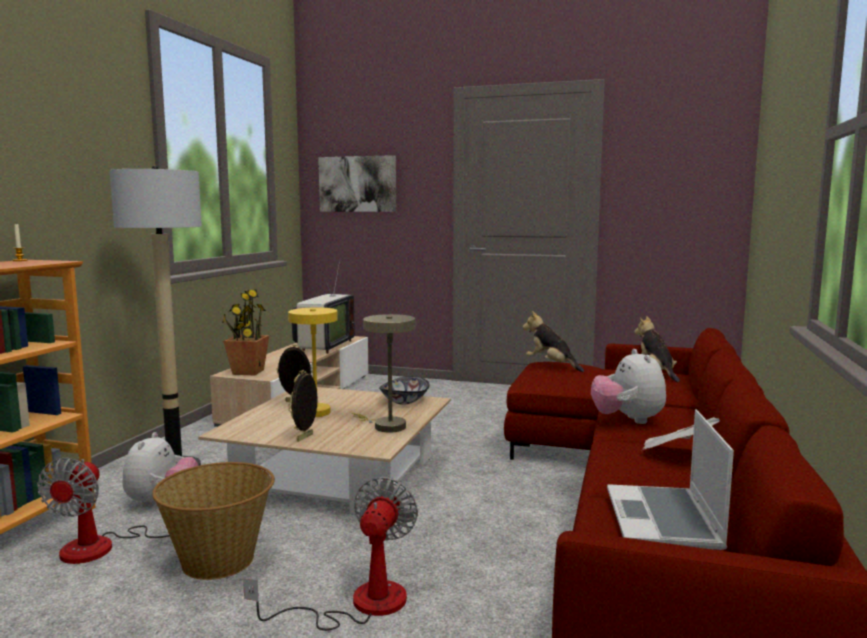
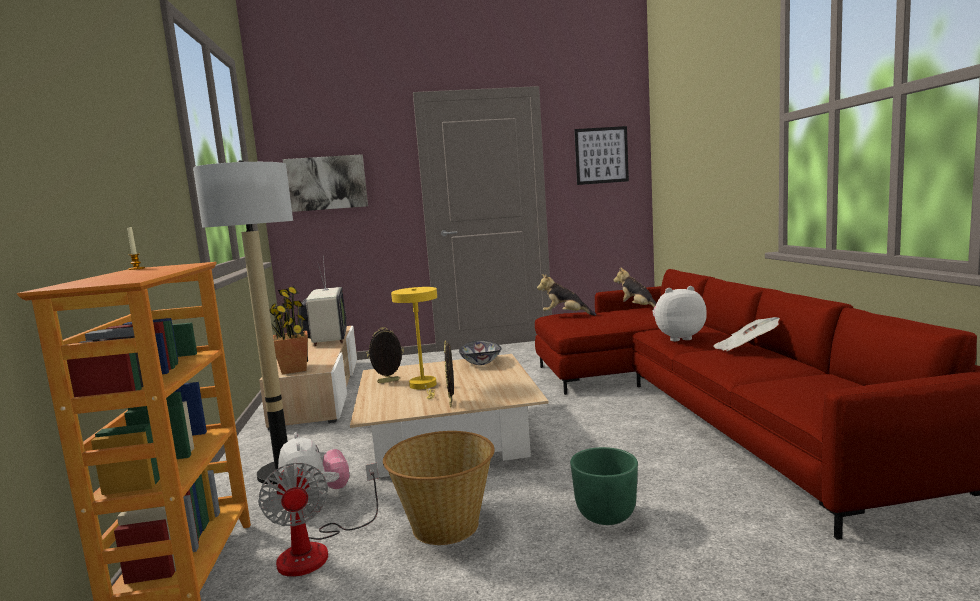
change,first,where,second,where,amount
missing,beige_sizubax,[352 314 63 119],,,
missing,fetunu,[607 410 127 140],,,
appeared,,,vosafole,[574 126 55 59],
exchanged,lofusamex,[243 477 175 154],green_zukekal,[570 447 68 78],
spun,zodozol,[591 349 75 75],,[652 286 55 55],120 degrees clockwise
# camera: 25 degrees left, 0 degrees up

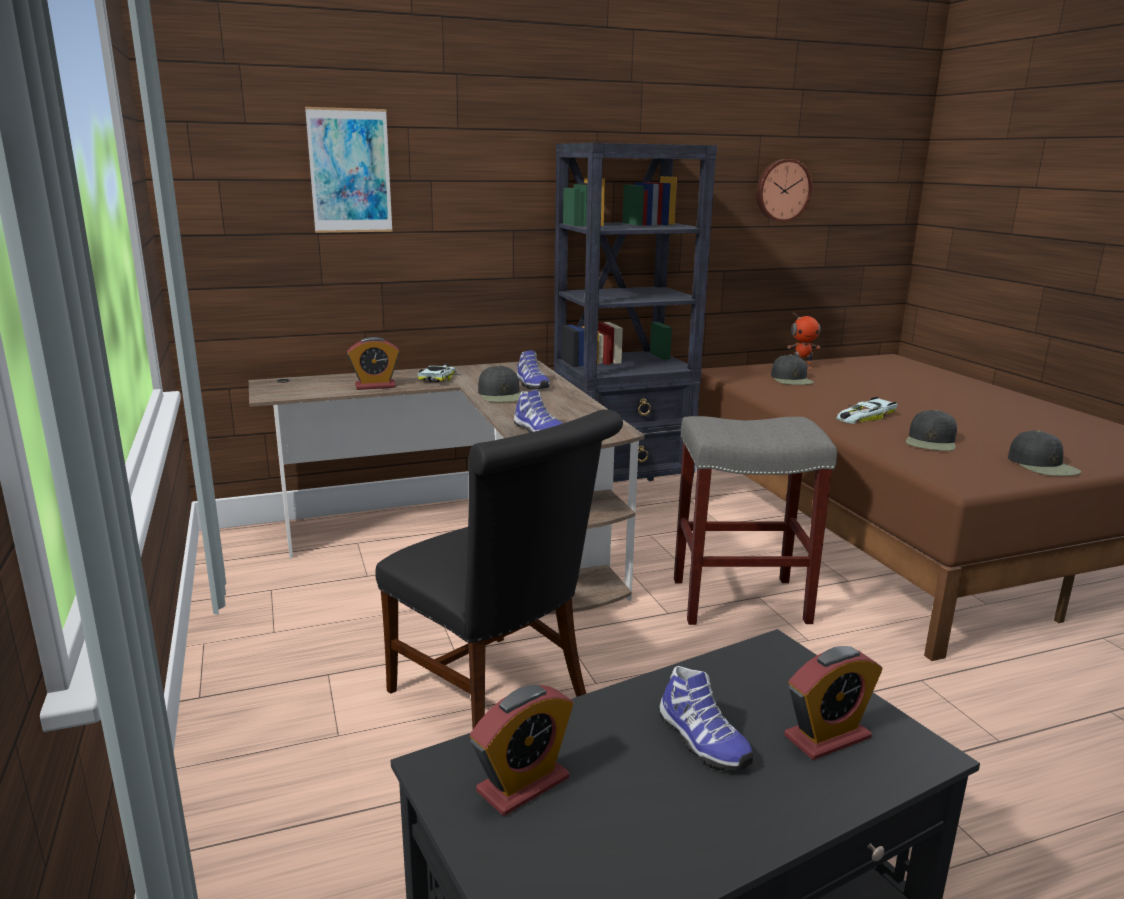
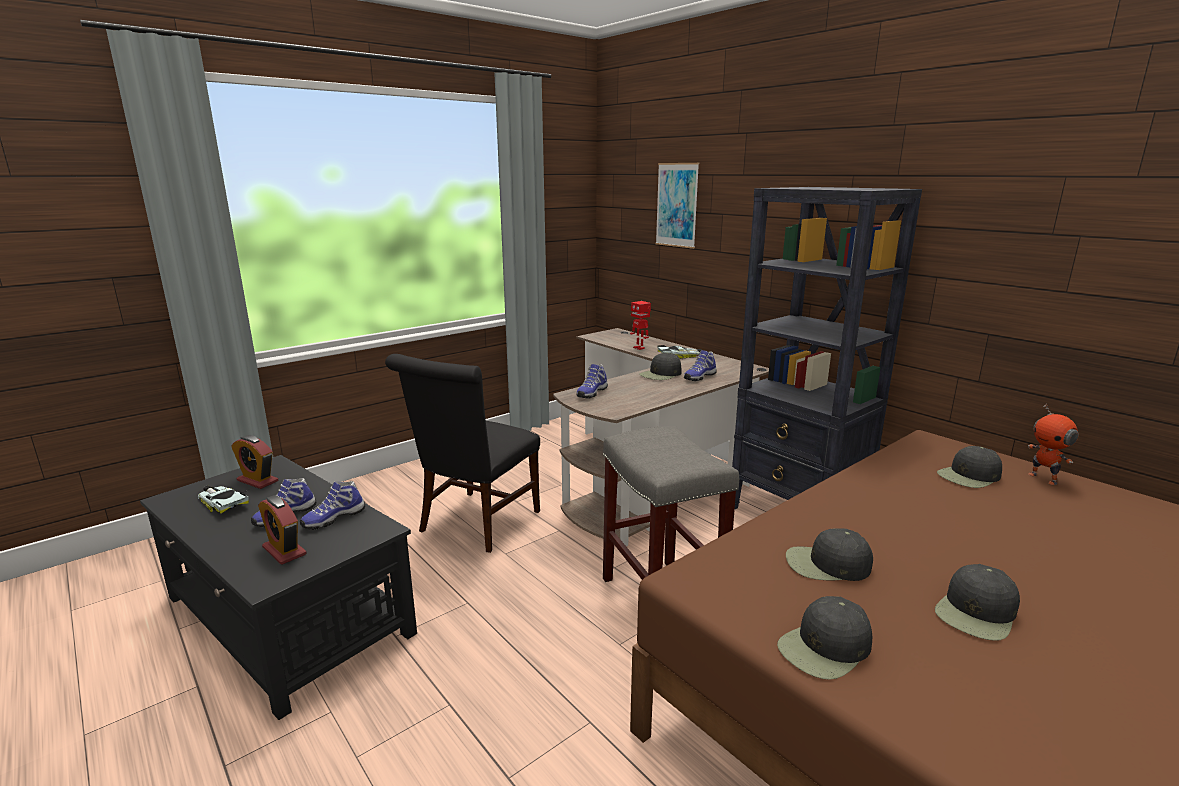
change,first,where,second,where,amount
missing,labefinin,[756 159 56 63],,,
appeared,,,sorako,[300 481 65 49],
appeared,,,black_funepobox,[935 564 85 77],
relocated,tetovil,[836 397 62 27],,[198 485 52 29],
exchanged,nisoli,[347 337 53 53],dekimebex,[630 301 21 49],
# camera: 70 degrees right, 0 degrees up

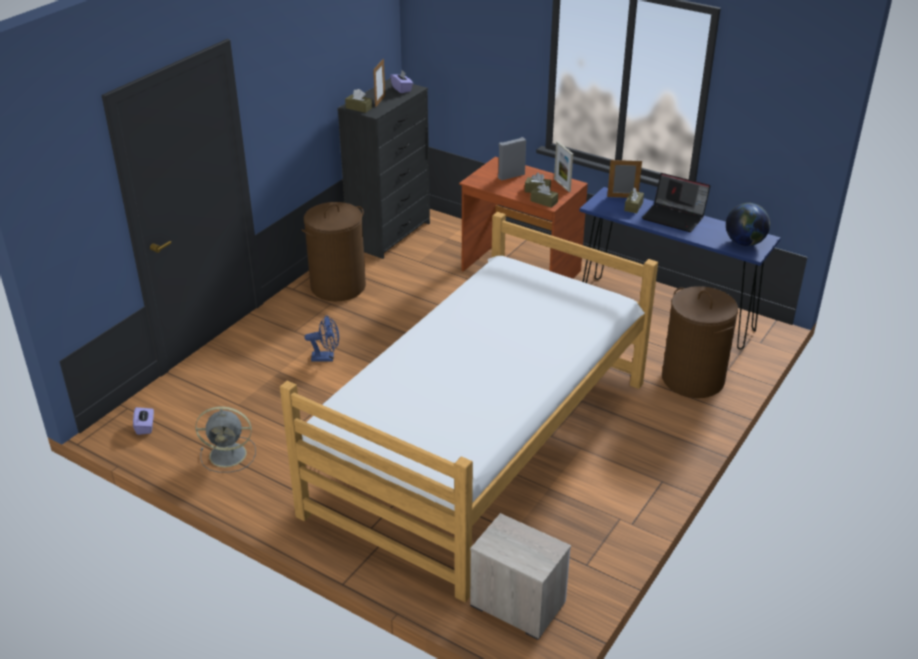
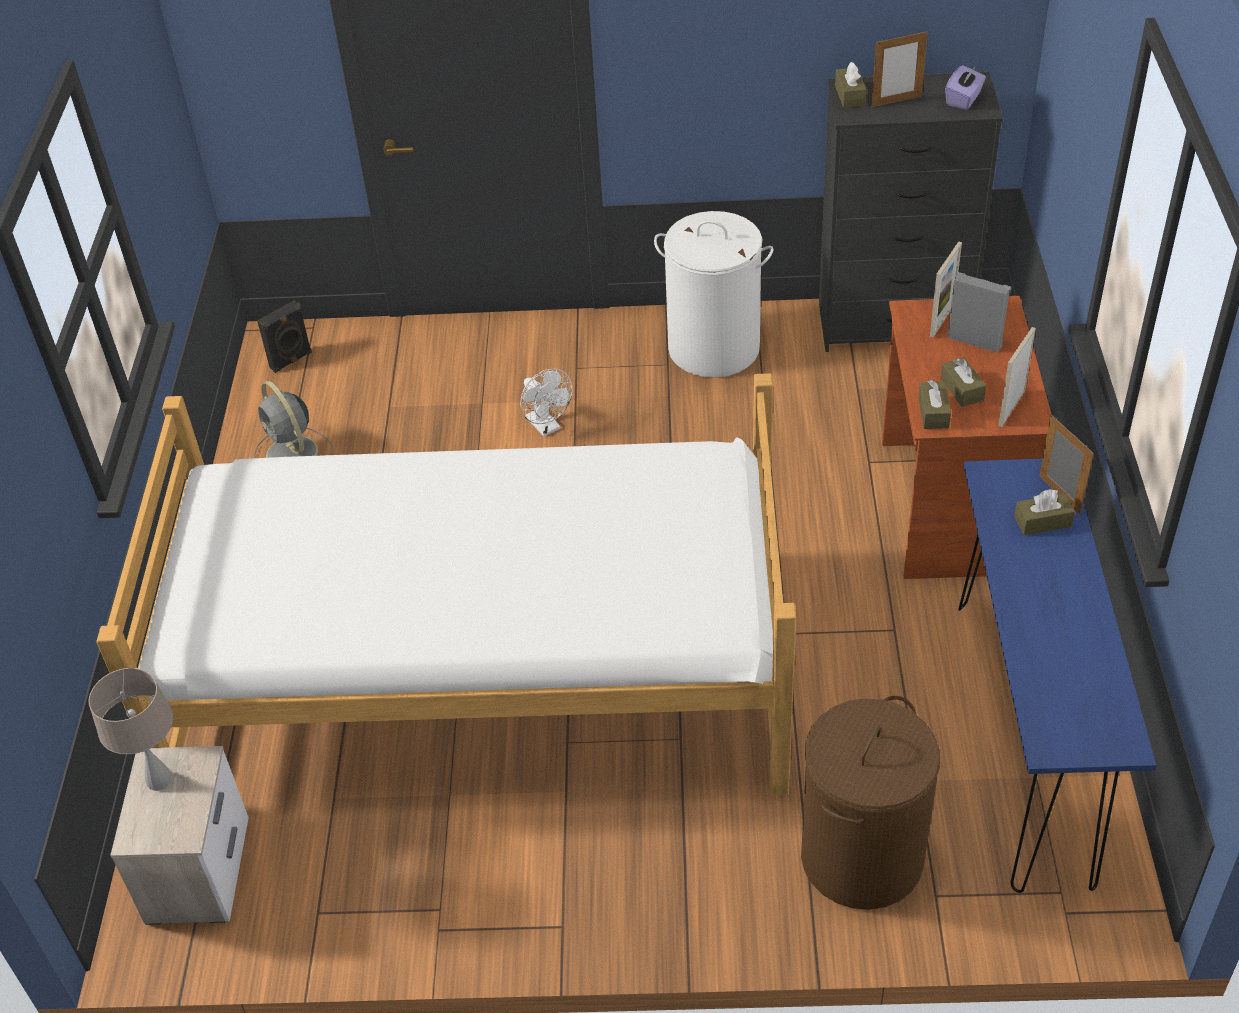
change,first,where,second,where,amount
missing,fetunu,[642 173 68 59],,,
missing,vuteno,[726 203 44 43],,,
appeared,,,beige_sizubax,[88 668 85 123],
appeared,,,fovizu,[930 241 32 96],
exchanged,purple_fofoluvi,[133 407 21 28],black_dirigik,[257 301 55 72],
colour,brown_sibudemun,[301 202 65 99],white_sibudemun,[654 211 120 167],
colour,blue_lofusamex,[304 315 35 47],white_lofusamex,[520 369 52 67],
# camera: 60 degrees right, 10 degrees up

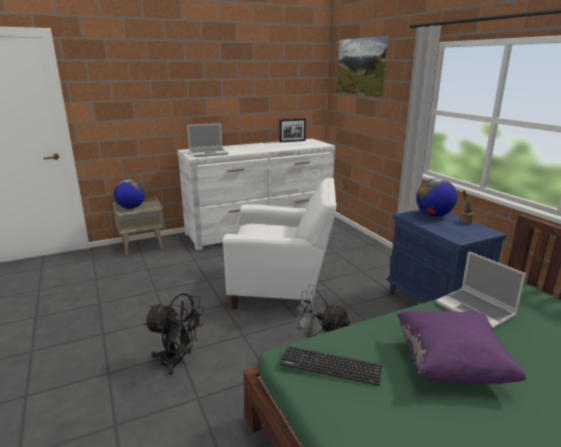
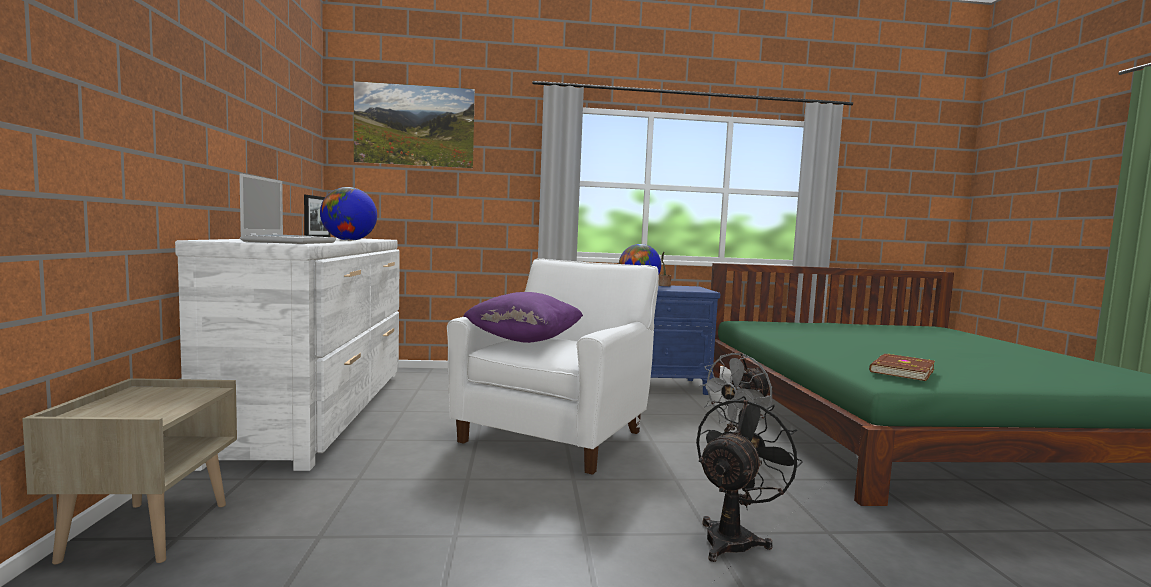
change,first,where,second,where,amount
missing,fetunu,[436 251 90 78],,,
relocated,vuteno,[114 179 31 30],,[320 187 57 54],
relocated,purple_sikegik,[397 311 129 73],,[463 292 120 51],
exchanged,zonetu,[279 346 103 40],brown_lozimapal,[869 354 66 27],
# camera: 70 degrees left, 15 degrees down

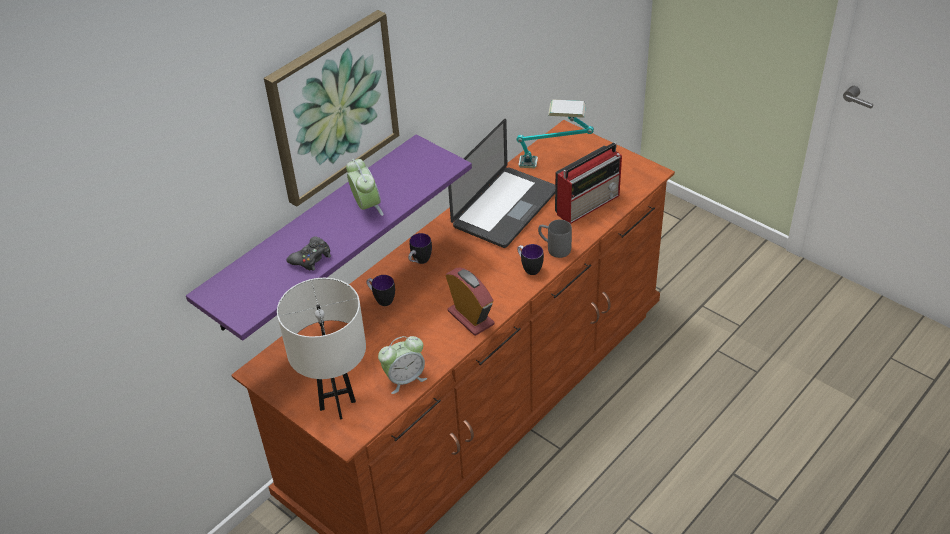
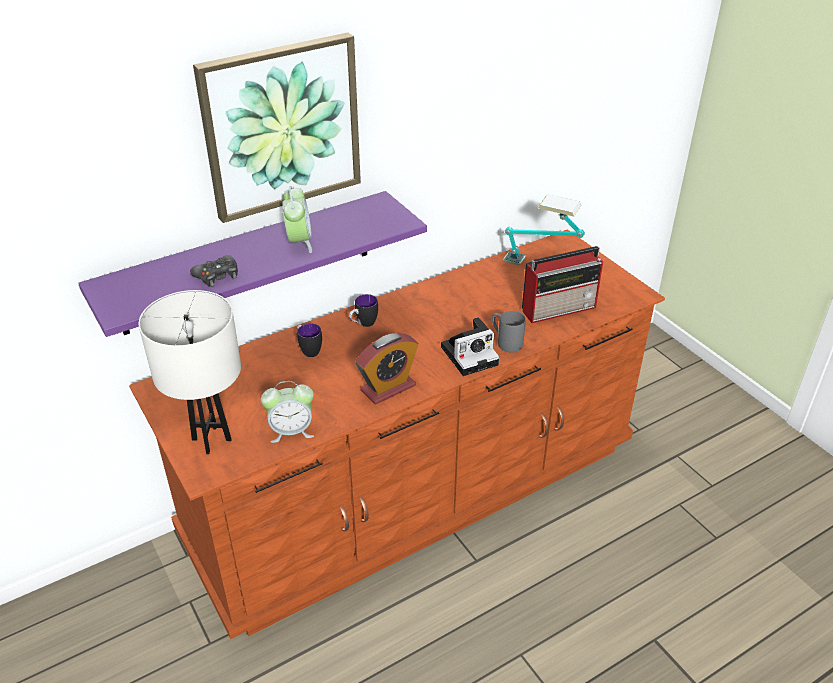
change,first,where,second,where,amount
missing,fetunu,[448 119 107 129],,,
exchanged,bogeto,[517 244 27 31],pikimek,[441 317 58 59],
spun,nisoli,[445 267 49 69],,[356 333 63 72],75 degrees clockwise
# camera: 15 degrees right, 5 degrees down

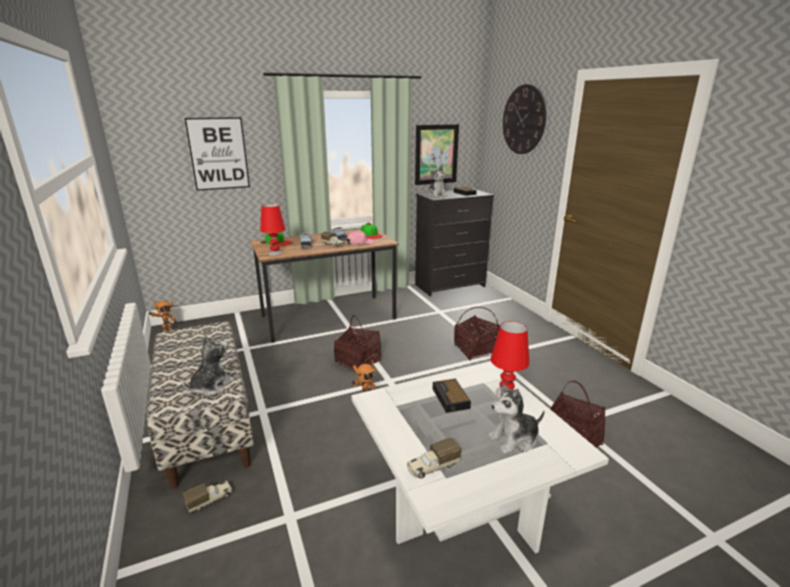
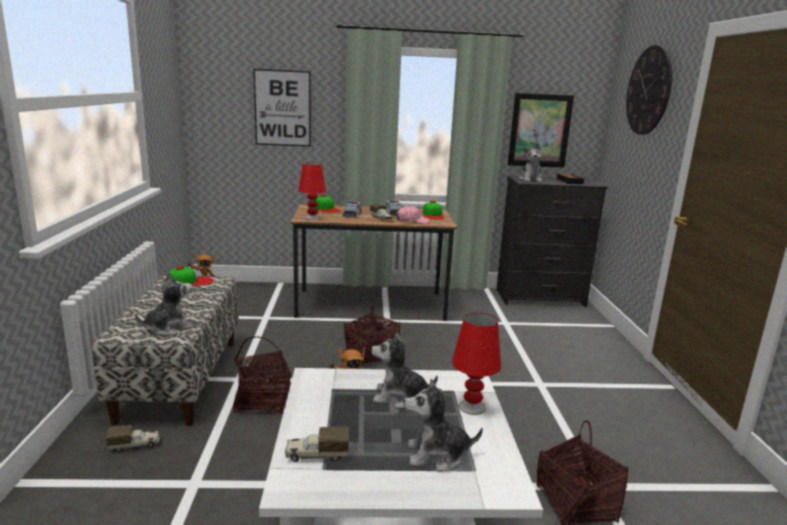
change,first,where,second,where,amount
appeared,,,funepobox,[167 266 47 20],
relocated,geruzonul,[454 307 46 54],,[233 336 58 79],
exchanged,nisoli,[433 379 38 34],zodozol,[371 332 67 77],
# camera: 20 degrees right, 5 degrees down

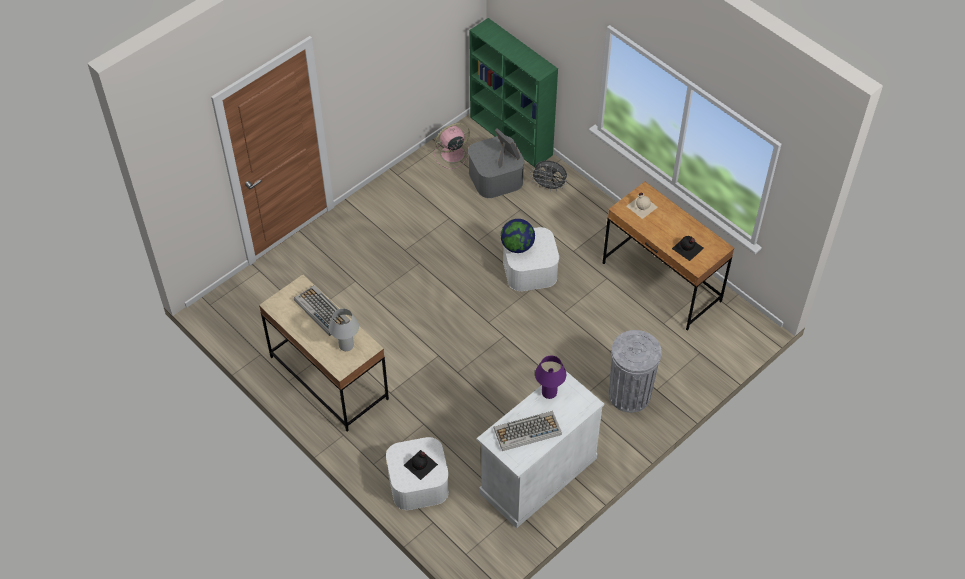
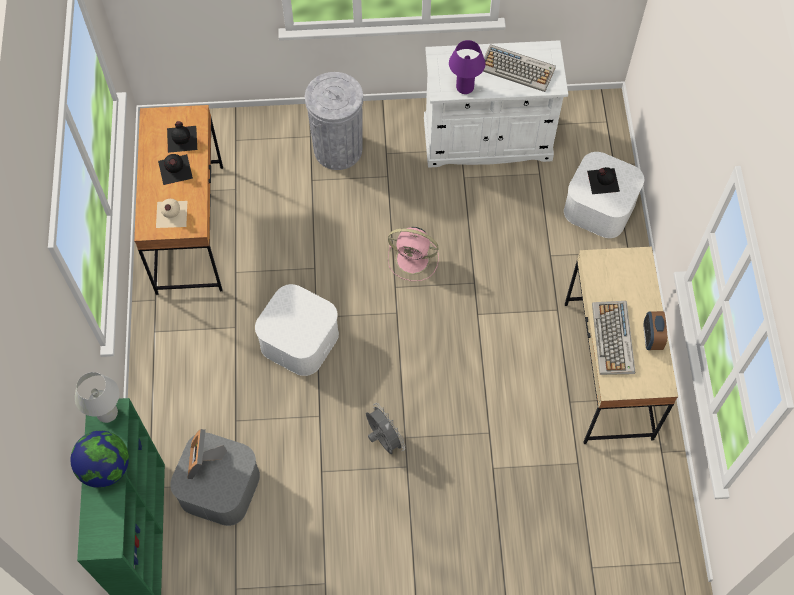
change,first,where,second,where,amount
appeared,,,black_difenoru,[158 154 35 31],
appeared,,,nisoli,[644 311 23 39],
relocated,white_sizubax,[329 308 30 43],,[75 372 44 51],
relocated,pink_lofusamex,[434 123 36 46],,[388 227 51 54],
relocated,vuteno,[501 219 34 34],,[71 431 58 57],
relocated,grey_lofusamex,[530 160 37 32],,[366 403 39 51],
# camera: 140 degrees left, 10 degrees up

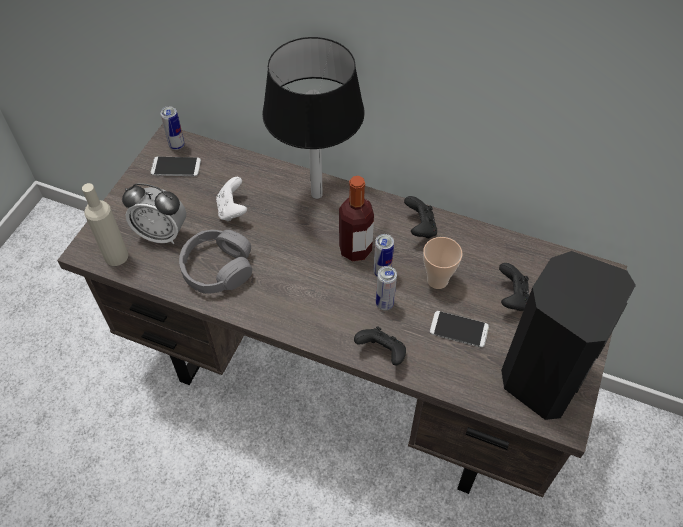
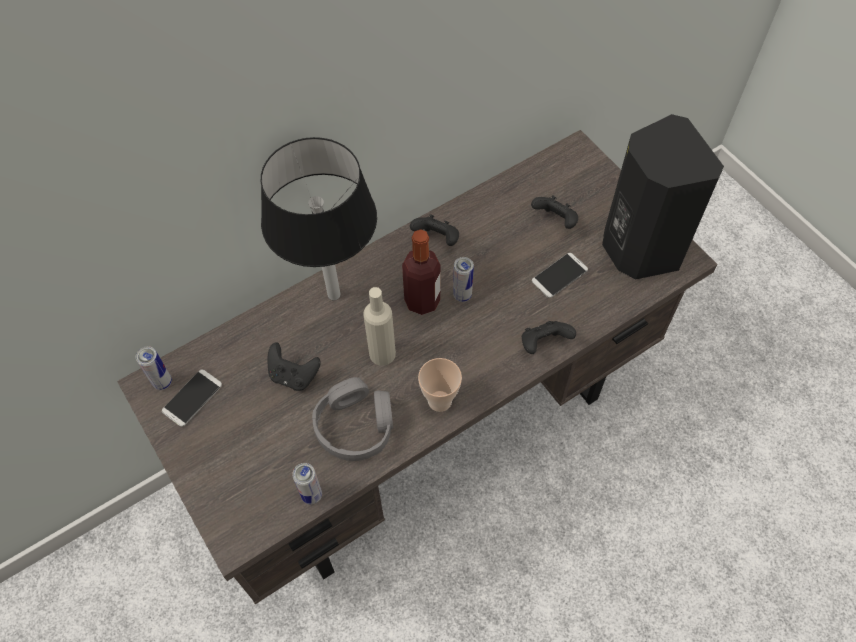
change,first,where,second,where,amount
missing,nisoli,[122 183 64 61],,,
relocated,beige_difenoru,[82 183 47 83],,[363 287 33 79],
relocated,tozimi,[376 266 21 44],,[292 463 30 41],
relocated,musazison,[423 237 39 52],,[418 358 44 54],
colour,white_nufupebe,[216 177 31 45],black_nufupebe,[267 342 54 49],
# camera: 55 degrees left, 5 degrees up

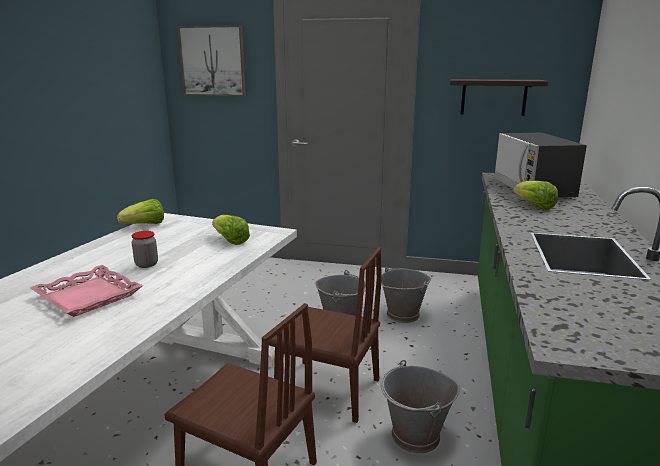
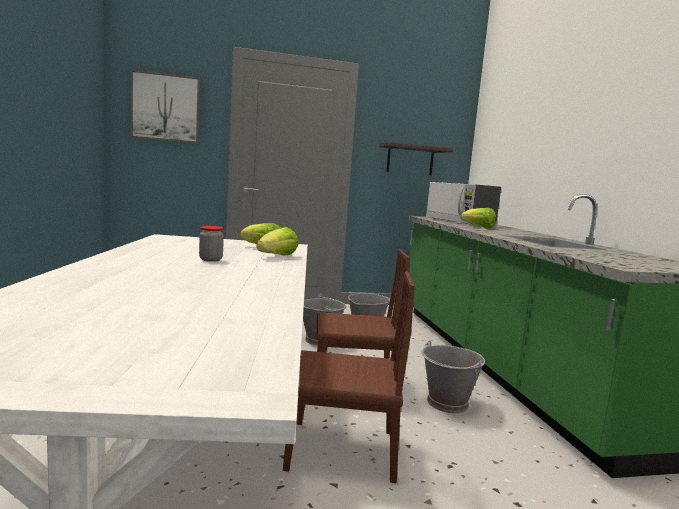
change,first,where,second,where,amount
missing,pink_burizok,[30 265 113 52],,,
relocated,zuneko,[117 199 47 25],,[257 227 41 28],
# camera: 25 degrees left, 10 degrees down

